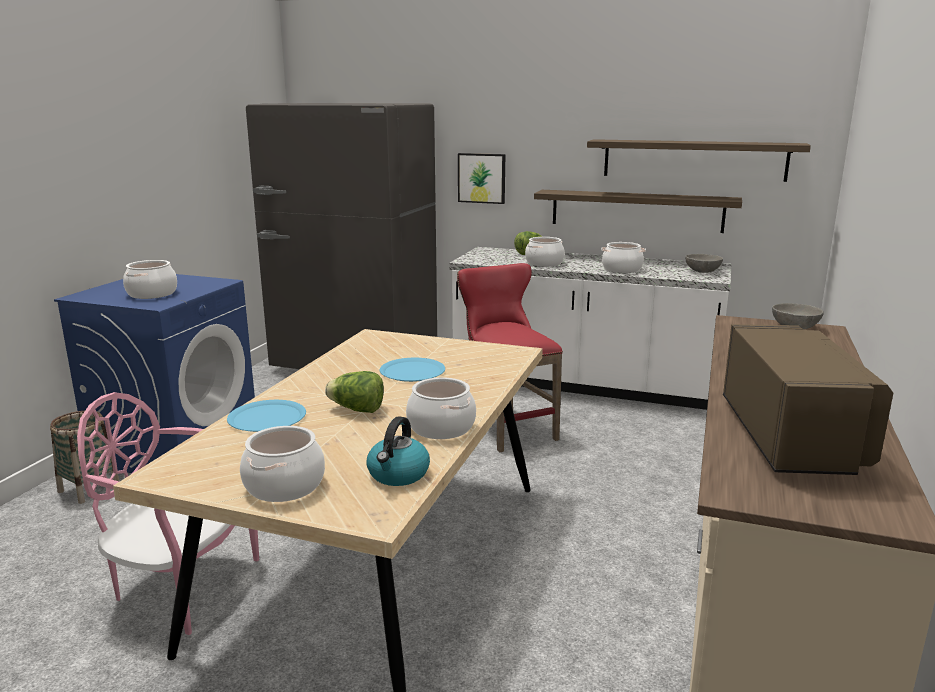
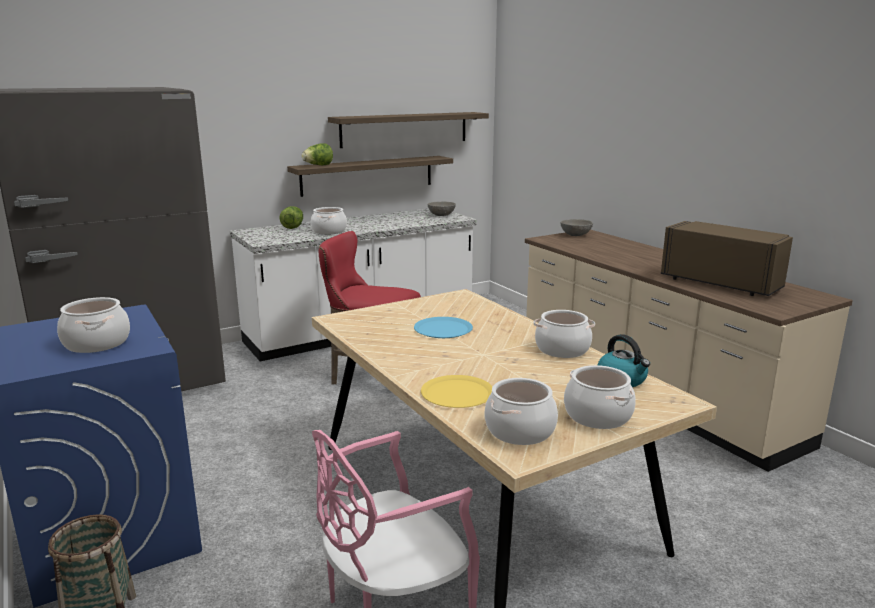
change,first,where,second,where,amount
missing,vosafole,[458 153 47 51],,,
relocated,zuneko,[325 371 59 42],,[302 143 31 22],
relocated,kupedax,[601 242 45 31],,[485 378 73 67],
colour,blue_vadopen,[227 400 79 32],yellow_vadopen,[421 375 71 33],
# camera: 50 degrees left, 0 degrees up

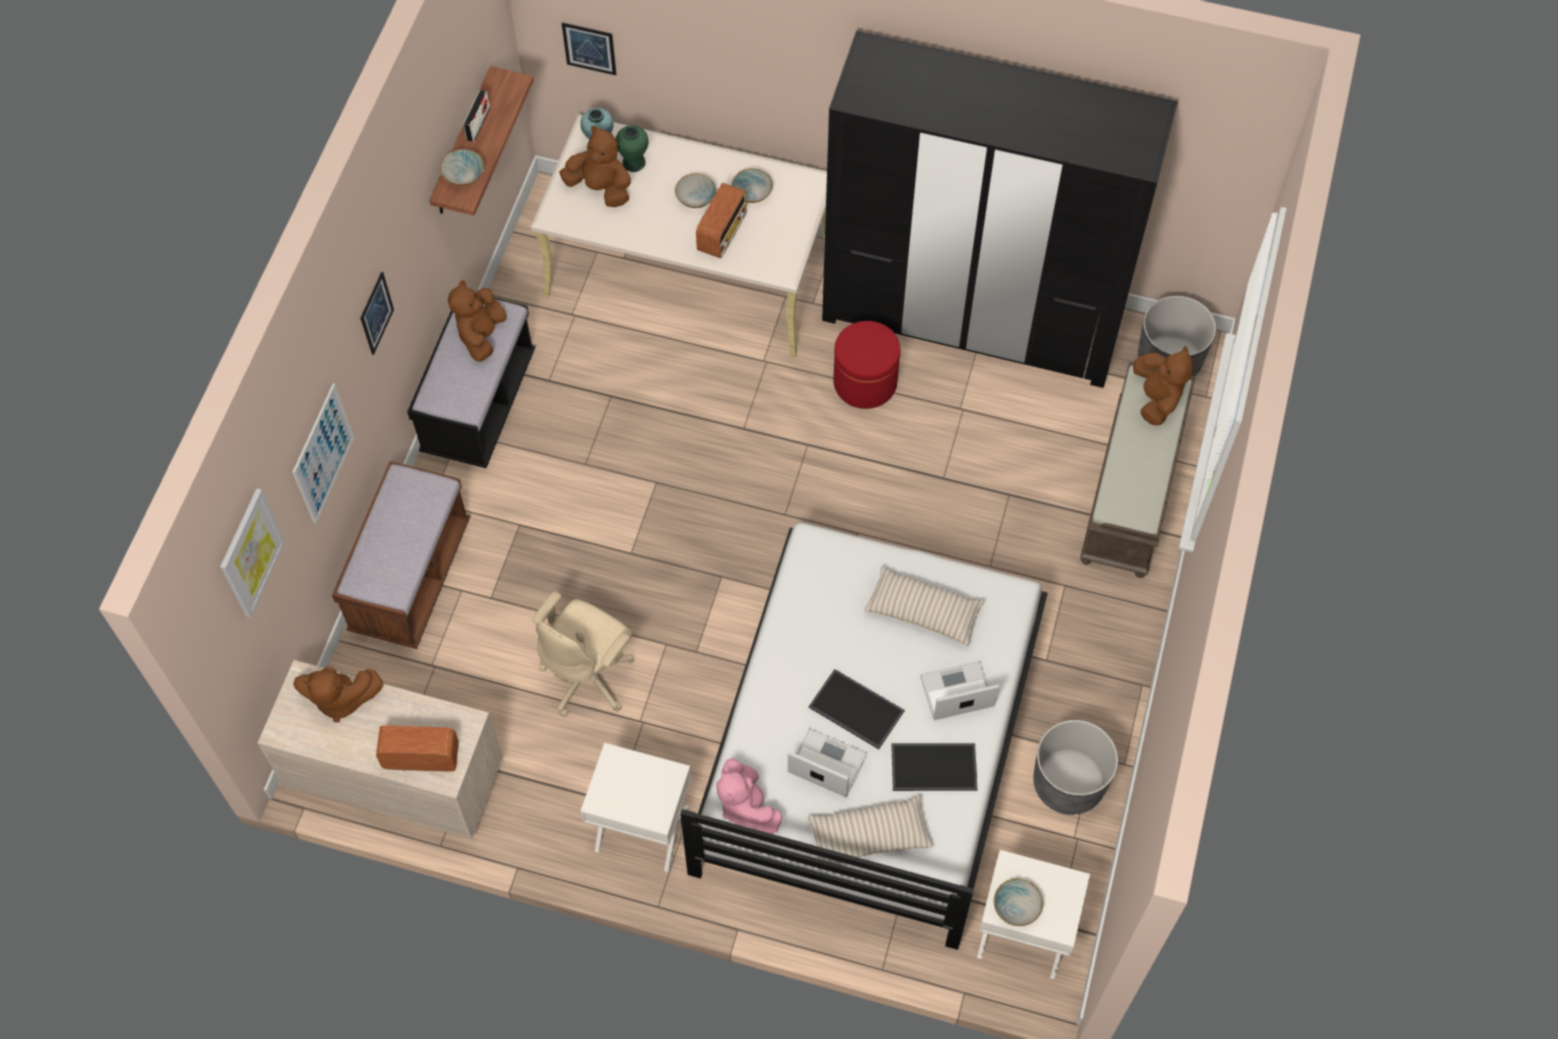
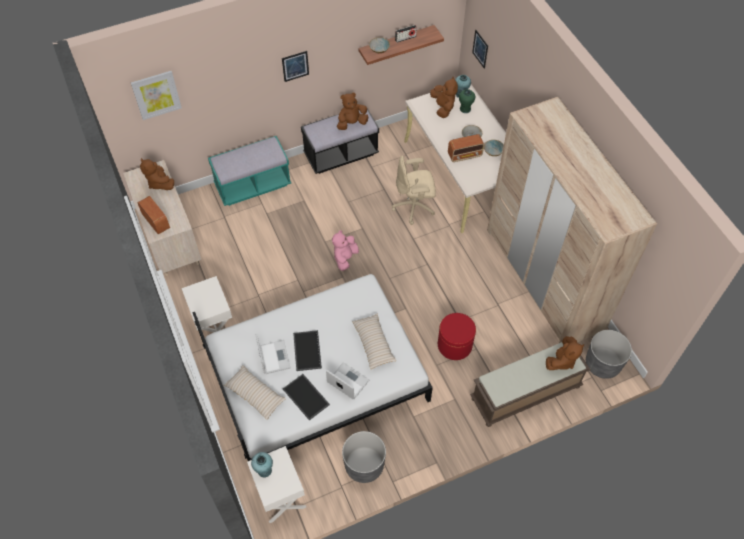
change,first,where,second,where,amount
missing,vosafole,[293 384 61 140],,,
relocated,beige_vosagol,[532 591 102 126],,[392 155 44 70],
relocated,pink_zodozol,[716 758 66 76],,[332 230 27 41],
relocated,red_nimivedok,[833 321 68 88],,[438 313 38 47],
exchanged,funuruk,[994 879 49 47],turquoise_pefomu,[251 452 22 26],
colour,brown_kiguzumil,[332 461 138 188],turquoise_kiguzumil,[208 136 83 70],
colour,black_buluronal,[822 31 356 357],beige_buluronal,[487 97 170 246],
# camera: 50 degrees right, 5 degrees down

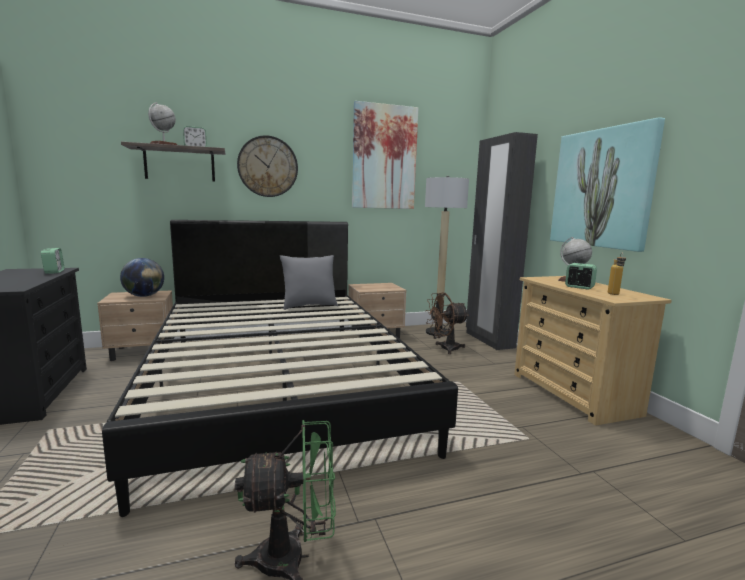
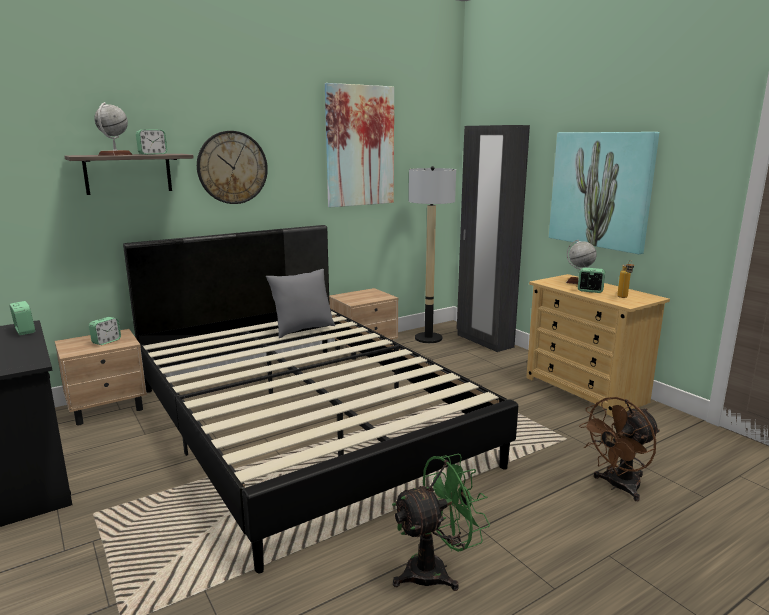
change,first,where,second,where,amount
relocated,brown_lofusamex,[425 292 44 62],,[579 397 81 104],
exchanged,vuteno,[120 258 44 39],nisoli,[89 317 32 28],
# camera: 15 degrees left, 5 degrees up

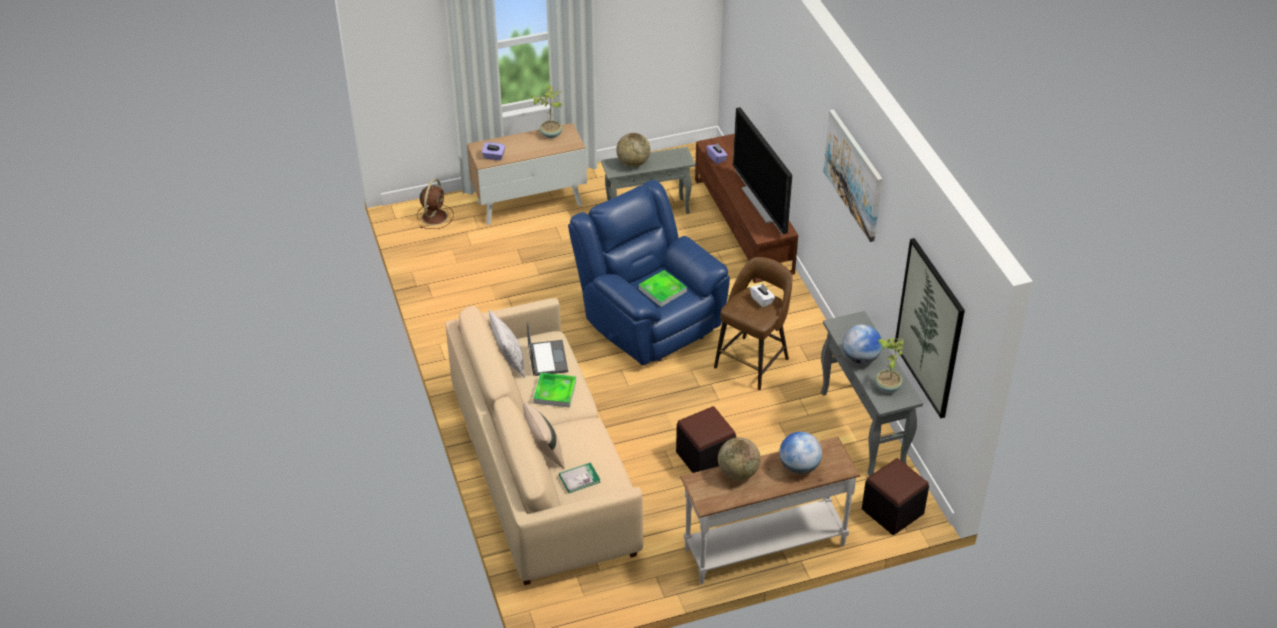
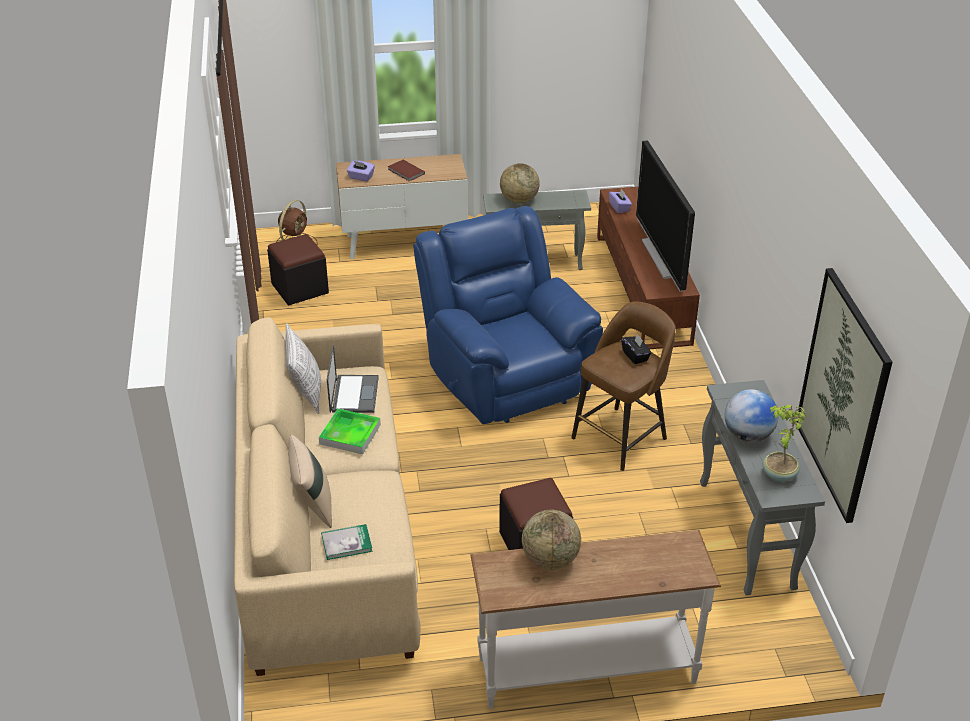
change,first,where,second,where,amount
missing,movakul,[531 85 31 53],,,
missing,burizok,[639 270 48 37],,,
missing,vuteno,[779 432 43 42],,,
missing,vosafole,[823 109 59 133],,,
appeared,,,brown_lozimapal,[388 159 37 22],
relocated,black_nimivedok,[862 458 67 77],,[267 234 62 71],
colour,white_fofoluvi,[750 283 25 24],black_fofoluvi,[621 334 30 30],
# camera: 10 degrees right, 5 degrees down

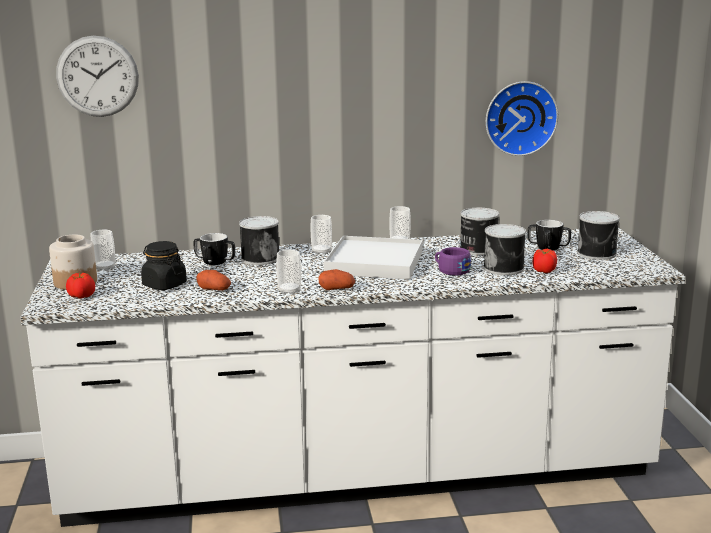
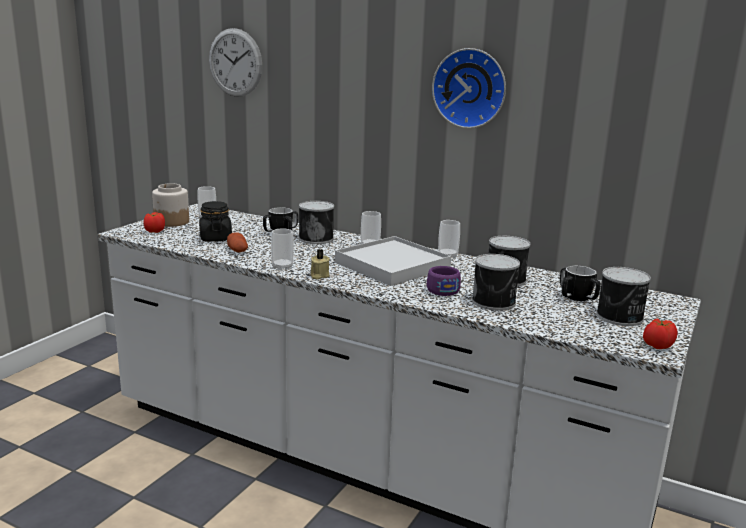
change,first,where,second,where,amount
relocated,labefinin,[486 81 72 75],,[432 48 74 81],
relocated,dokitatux,[532 249 25 24],,[643 319 35 30],
exchanged,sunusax,[319 269 36 21],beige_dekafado,[311 249 19 31],
# camera: 35 degrees right, 0 degrees up

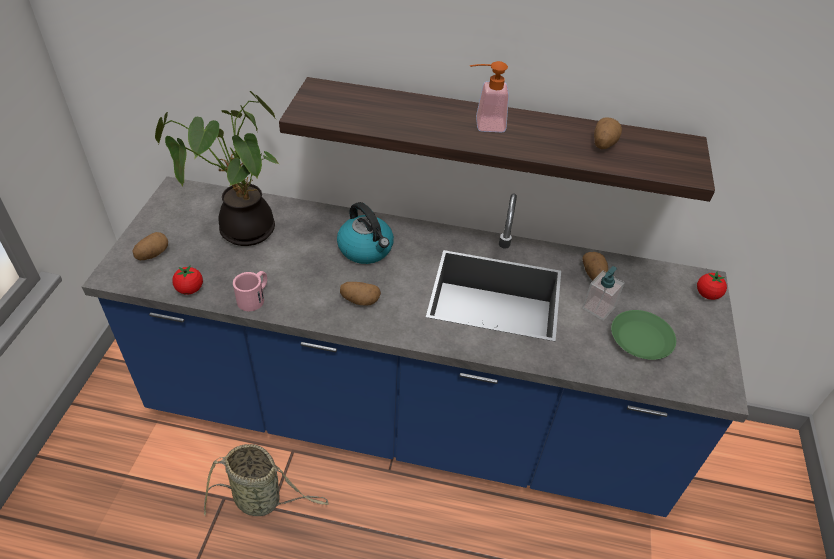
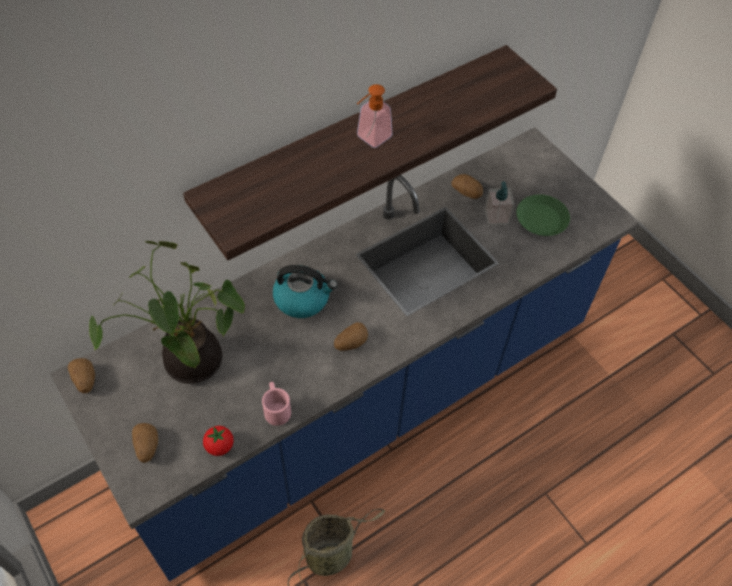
change,first,where,second,where,amount
missing,dokitatux,[697 271 30 29],,,
relocated,sunusax,[594 117 28 32],,[68 358 27 35],
# camera: 45 degrees left, 10 degrees up

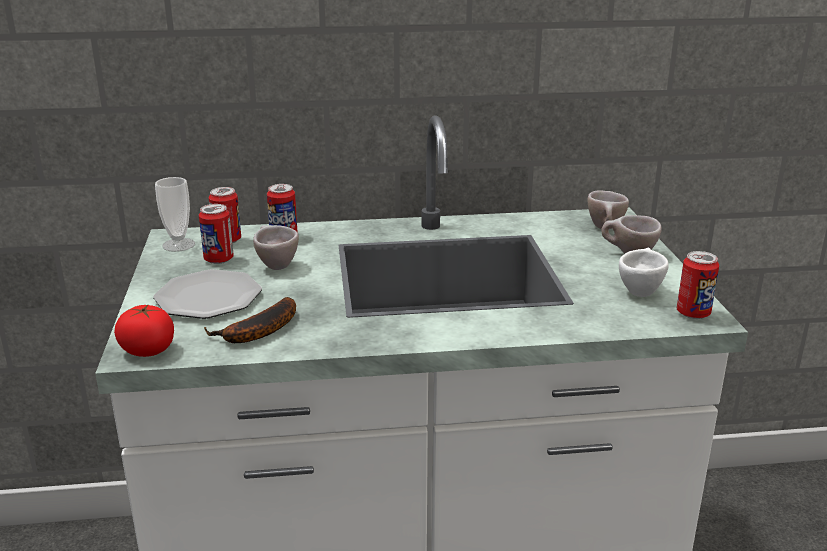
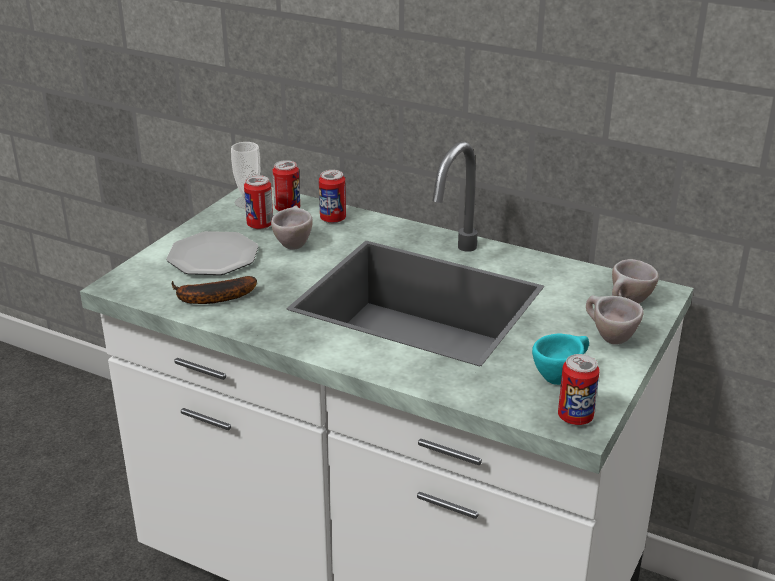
change,first,where,second,where,amount
missing,dokitatux,[114 305 60 52],,,
colour,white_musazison,[619 248 50 49],turquoise_musazison,[532 334 57 51],
# camera: 35 degrees right, 5 degrees up

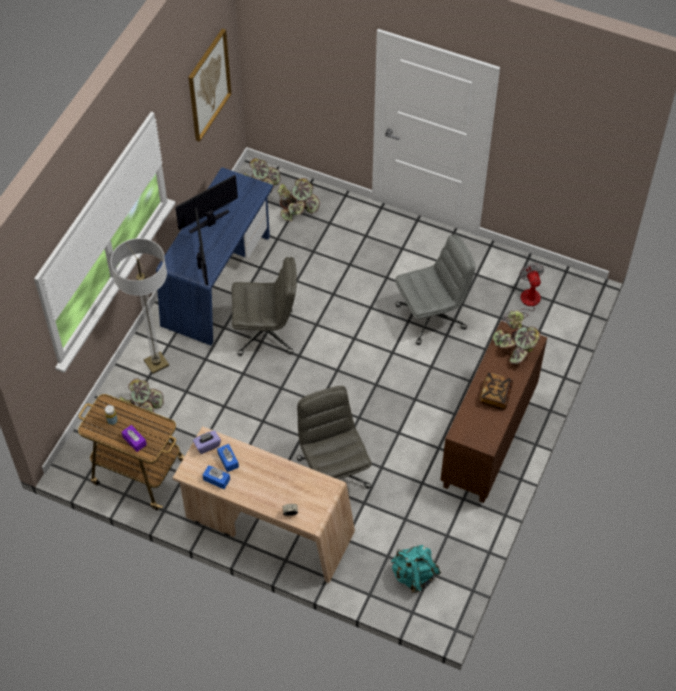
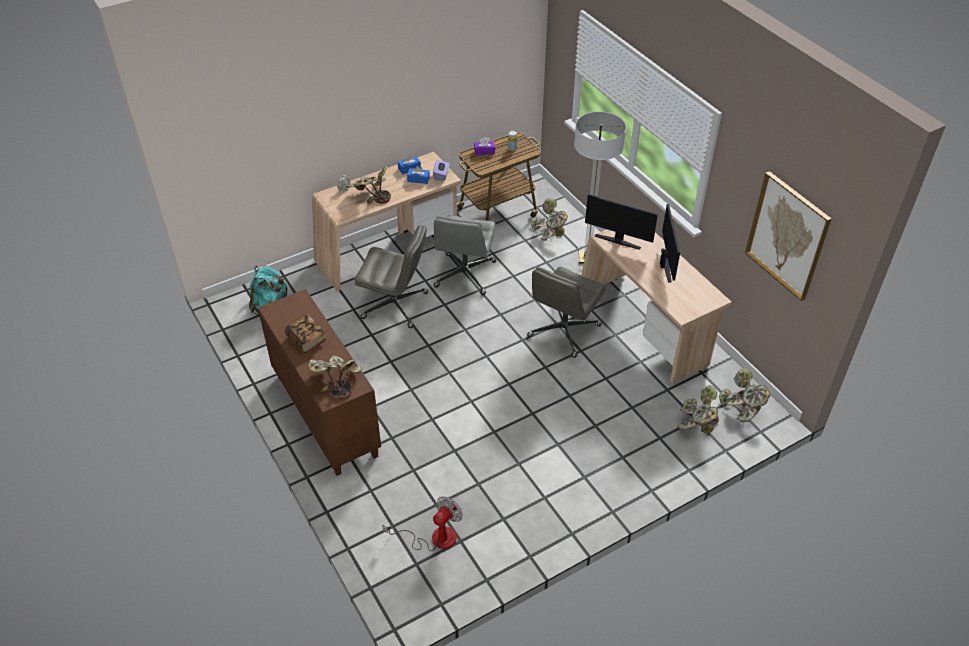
change,first,where,second,where,amount
appeared,,,movakul,[346 165 45 39],
relocated,grey_vosagol,[395 234 80 111],,[434 215 62 80],
colour,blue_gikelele,[156 167 117 179],beige_gikelele,[581 229 151 155],
spun,lofusamex,[502 263 42 59],,[382 496 81 55],75 degrees counterclockwise
# camera: 125 degrees right, 10 degrees down

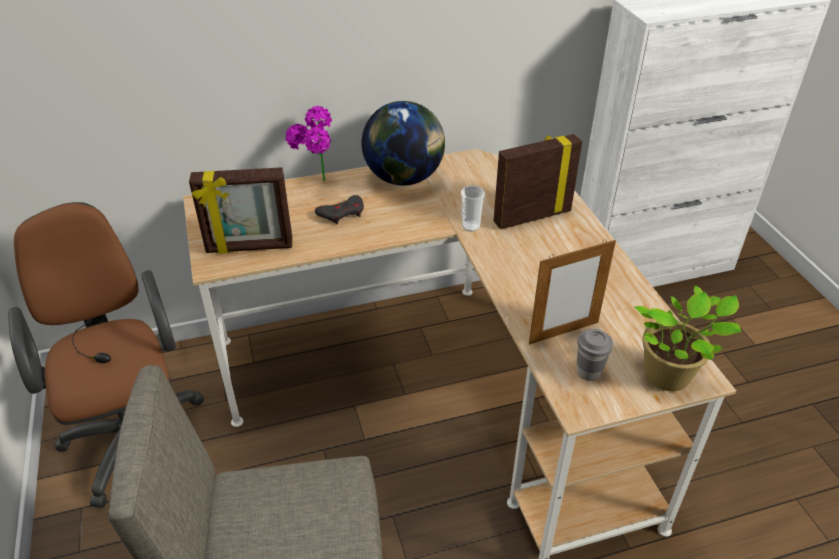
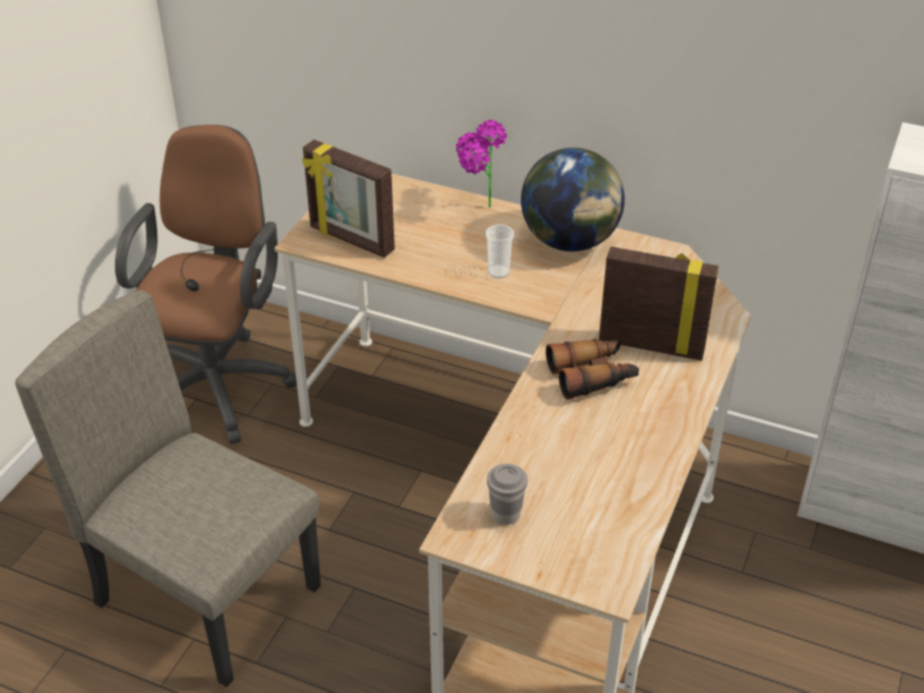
change,first,where,second,where,amount
missing,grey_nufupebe,[315 195 49 30],,,
missing,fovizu,[529 239 87 106],,,
missing,movakul,[634 285 107 106],,,
appeared,,,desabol,[546 339 93 61],
relocated,musazison,[461 186 24 46],,[486 224 28 54],
# camera: 40 degrees right, 0 degrees up

